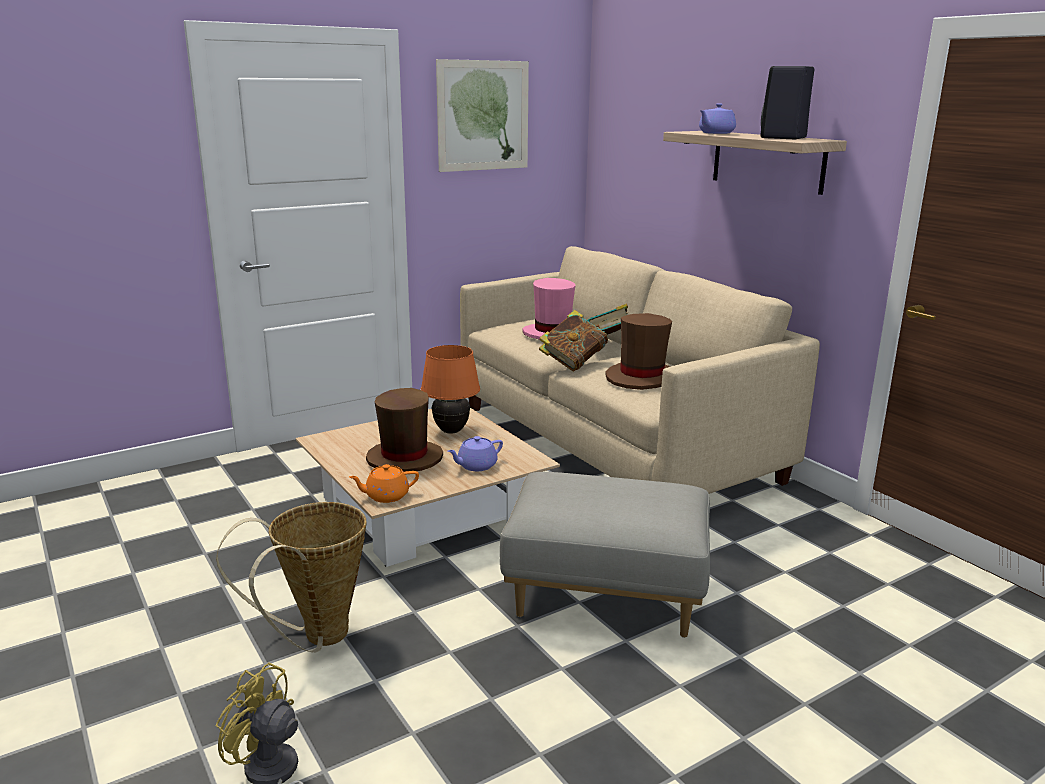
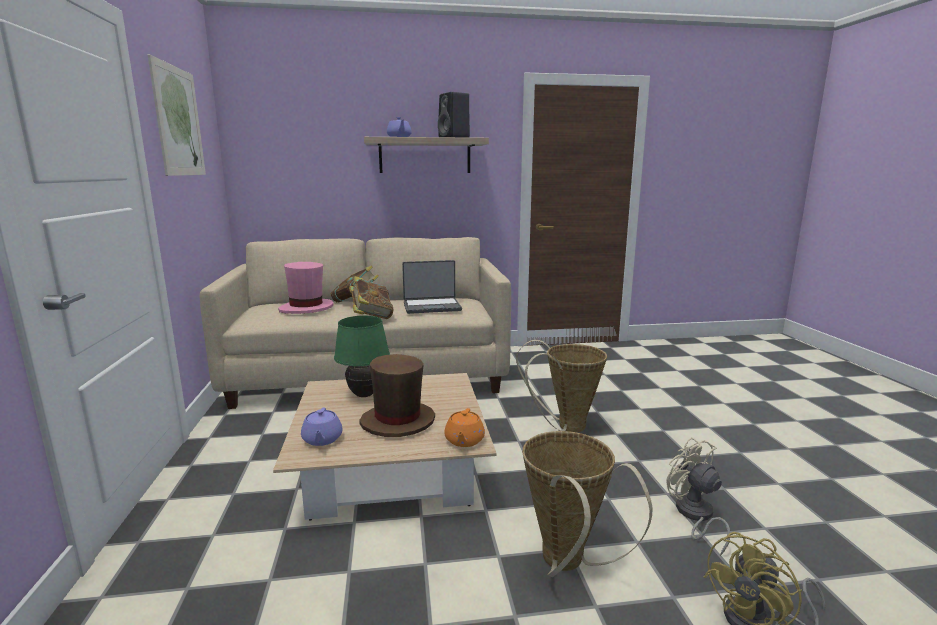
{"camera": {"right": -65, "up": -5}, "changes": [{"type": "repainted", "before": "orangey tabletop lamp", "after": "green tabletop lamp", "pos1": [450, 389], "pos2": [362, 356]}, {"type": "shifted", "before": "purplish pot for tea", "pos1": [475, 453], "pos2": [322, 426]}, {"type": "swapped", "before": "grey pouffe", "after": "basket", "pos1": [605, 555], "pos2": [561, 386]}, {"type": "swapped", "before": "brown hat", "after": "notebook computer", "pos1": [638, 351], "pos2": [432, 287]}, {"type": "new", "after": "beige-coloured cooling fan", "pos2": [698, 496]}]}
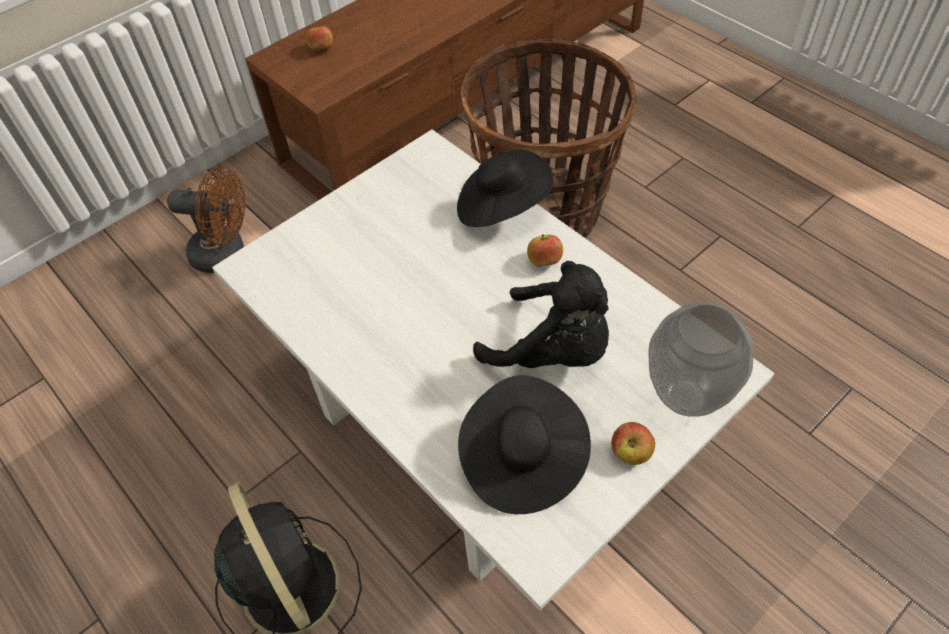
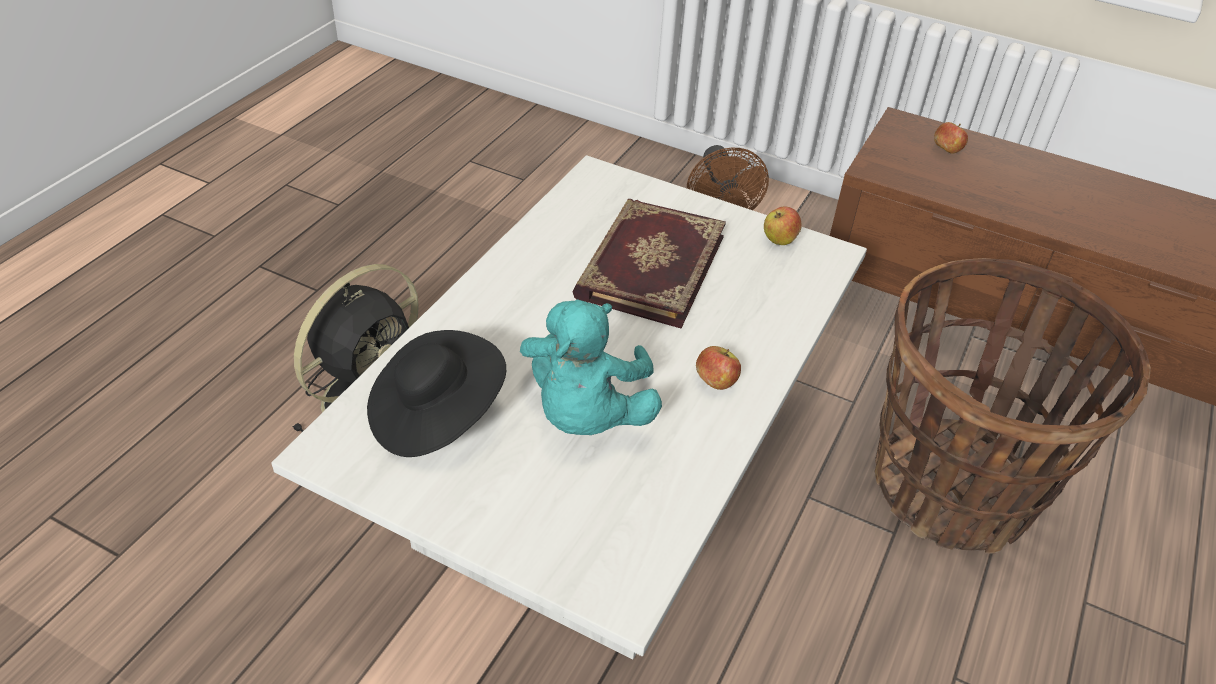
{"camera": {"right": 65, "up": -10}, "changes": [{"type": "gone", "before": "blackish hat", "pos1": [505, 188]}, {"type": "repainted", "before": "blackish soft toy", "after": "turquoise-coloured soft toy", "pos1": [541, 314], "pos2": [591, 367]}, {"type": "shifted", "before": "apple", "pos1": [633, 443], "pos2": [783, 226]}, {"type": "gone", "before": "flower vase", "pos1": [701, 359]}, {"type": "new", "after": "volume", "pos2": [649, 263]}]}
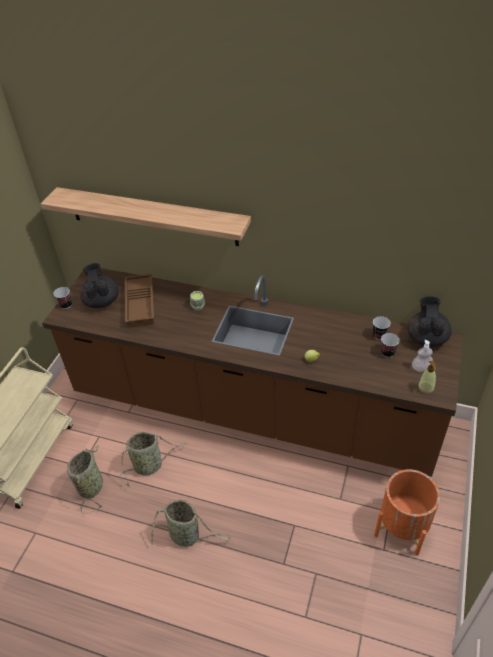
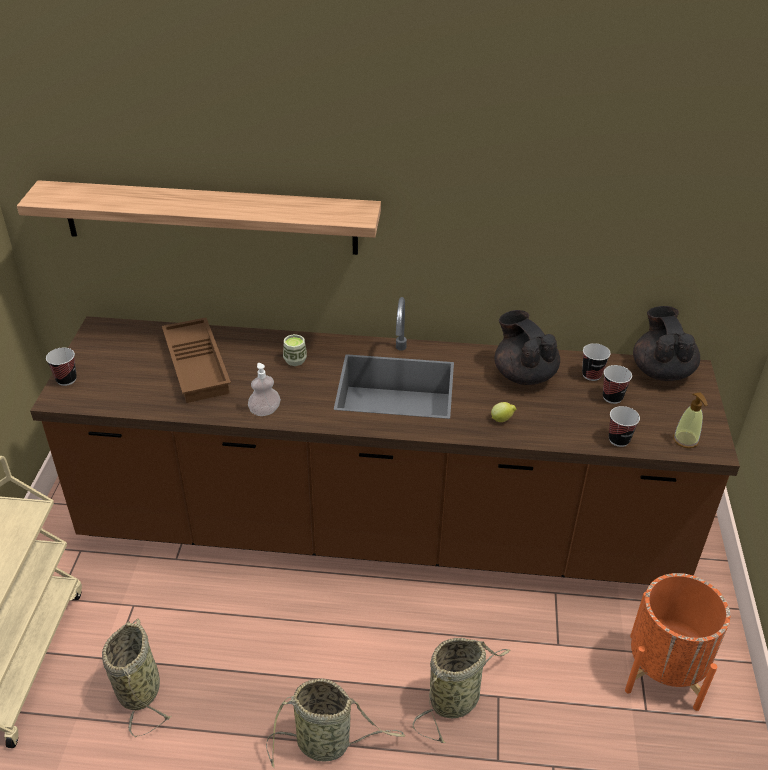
{"camera": {"right": -15, "up": -5}, "changes": [{"type": "shifted", "before": "blackish pot for tea", "pos1": [99, 285], "pos2": [527, 347]}, {"type": "shifted", "before": "basket", "pos1": [153, 459], "pos2": [461, 690]}, {"type": "shifted", "before": "liquid soap bottle", "pos1": [422, 356], "pos2": [264, 389]}, {"type": "new", "after": "small cup", "pos2": [624, 426]}]}
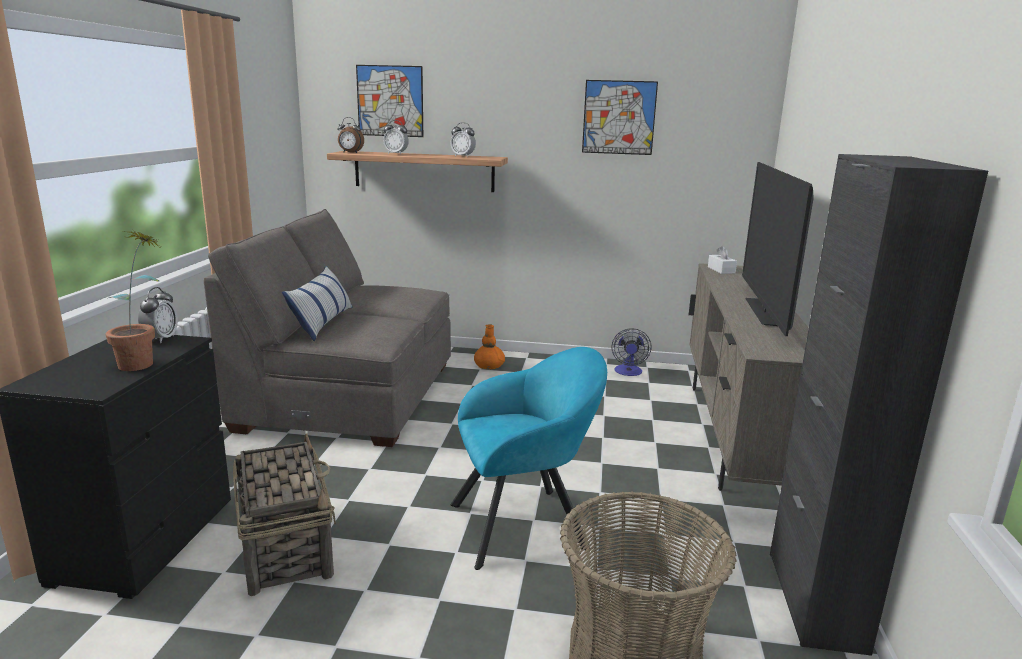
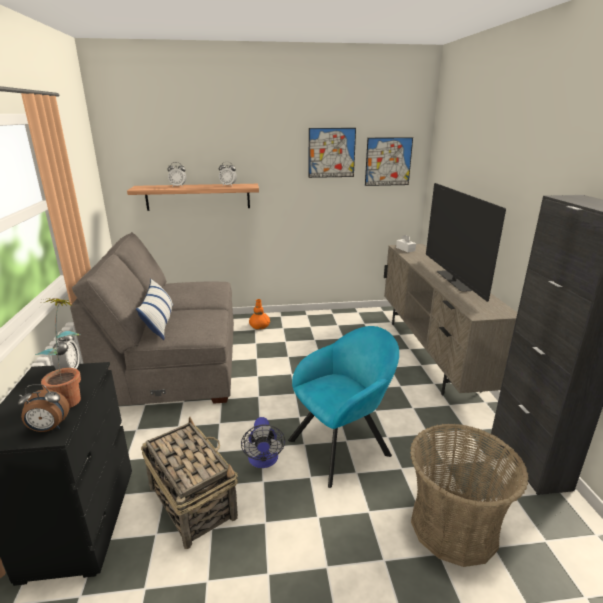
{"camera": {"right": -15, "up": 5}, "changes": [{"type": "shifted", "before": "table clock", "pos1": [350, 135], "pos2": [43, 408]}, {"type": "shifted", "before": "wall picture", "pos1": [389, 101], "pos2": [389, 161]}, {"type": "shifted", "before": "cooling fan", "pos1": [631, 352], "pos2": [263, 442]}]}
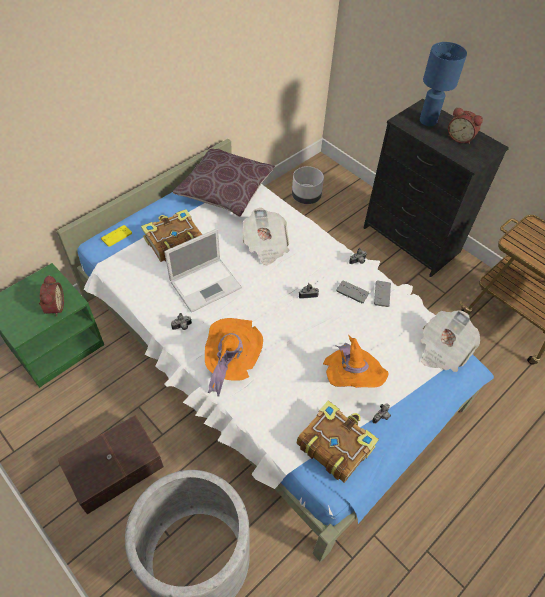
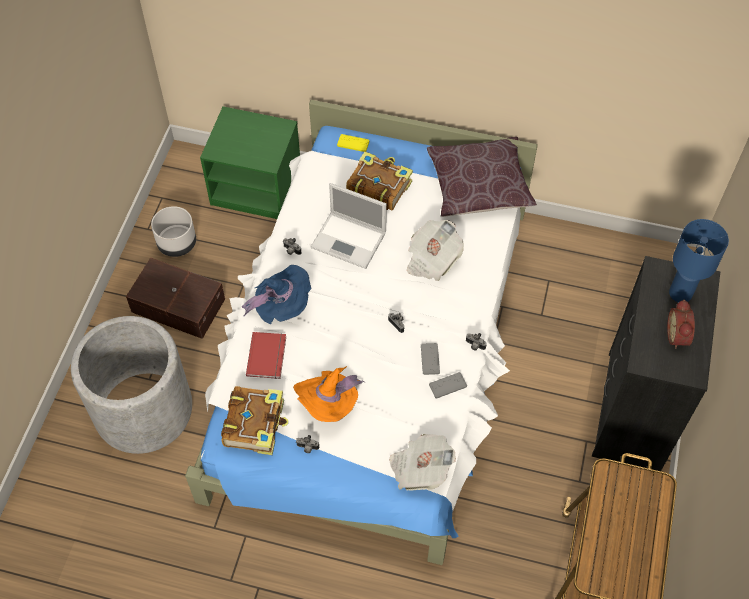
{"camera": {"right": 60, "up": 5}, "changes": [{"type": "gone", "before": "table clock", "pos1": [51, 296]}, {"type": "repainted", "before": "orangey hat", "after": "blue hat", "pos1": [234, 357], "pos2": [276, 294]}, {"type": "shifted", "before": "grey flower pot", "pos1": [308, 185], "pos2": [173, 231]}, {"type": "new", "after": "red volume", "pos2": [266, 355]}]}
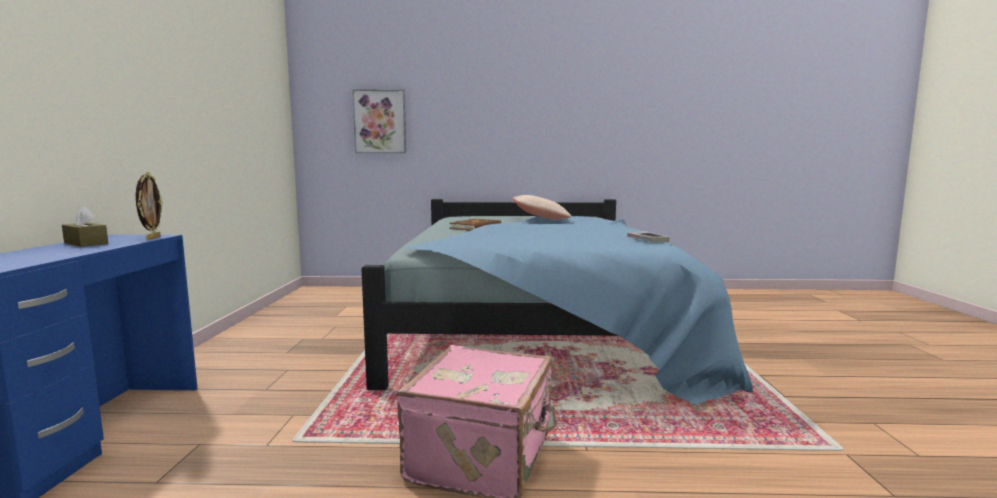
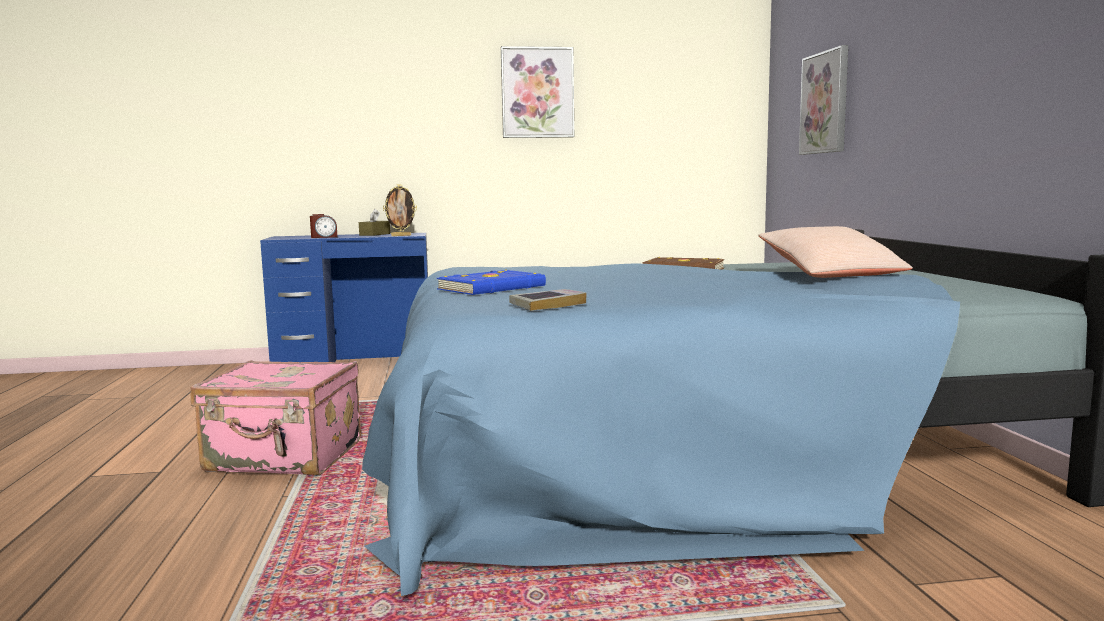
{"camera": {"right": 80, "up": 0}, "changes": [{"type": "new", "after": "table clock", "pos2": [324, 226]}, {"type": "new", "after": "blue volume", "pos2": [491, 282]}, {"type": "new", "after": "wall picture", "pos2": [537, 92]}]}
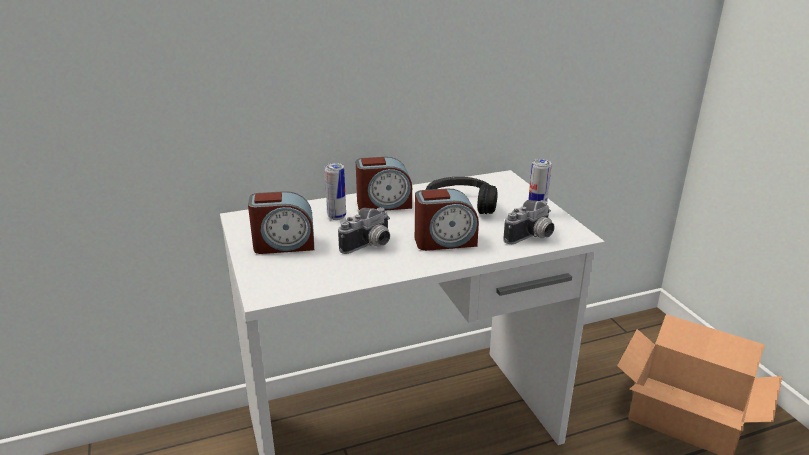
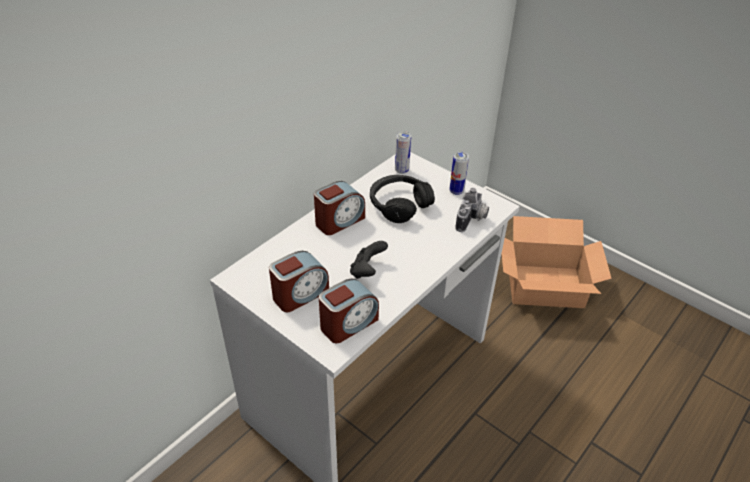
{"camera": {"right": -30, "up": 15}, "changes": [{"type": "shifted", "before": "can", "pos1": [335, 191], "pos2": [403, 152]}, {"type": "swapped", "before": "photo camera", "after": "blackish joypad", "pos1": [364, 230], "pos2": [369, 260]}, {"type": "shifted", "before": "table clock", "pos1": [447, 219], "pos2": [349, 310]}]}
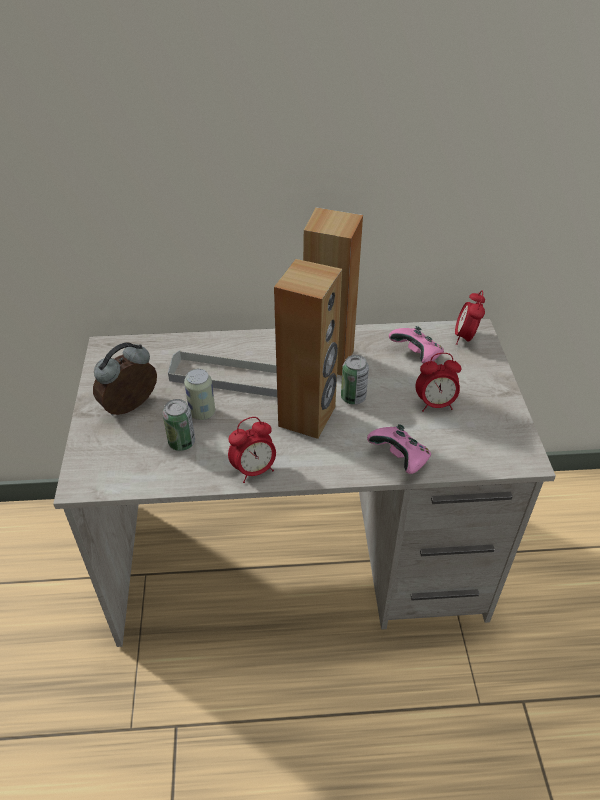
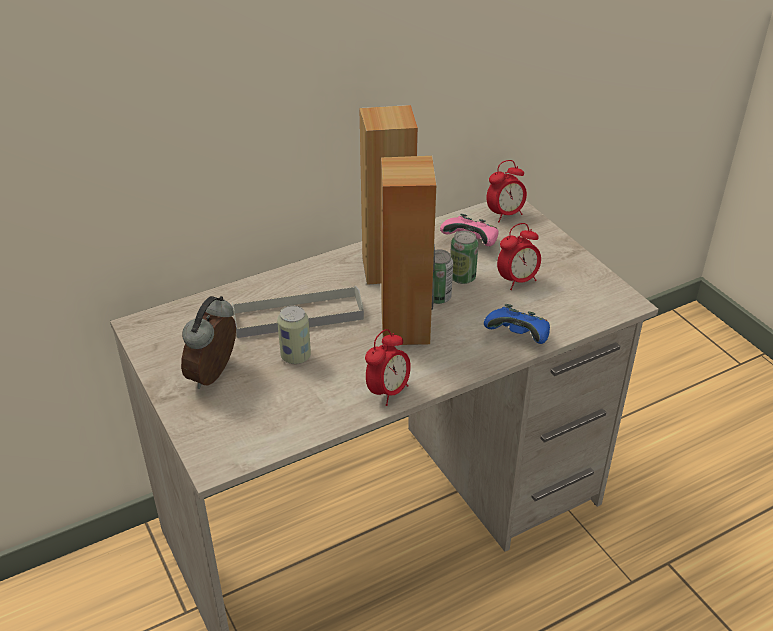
{"camera": {"right": -25, "up": -5}, "changes": [{"type": "shifted", "before": "can", "pos1": [179, 425], "pos2": [465, 257]}, {"type": "repainted", "before": "pink joypad", "after": "blue joypad", "pos1": [399, 449], "pos2": [517, 324]}, {"type": "rotated", "before": "table clock", "pos1": [470, 317], "pos2": [506, 191], "turn": -105}]}
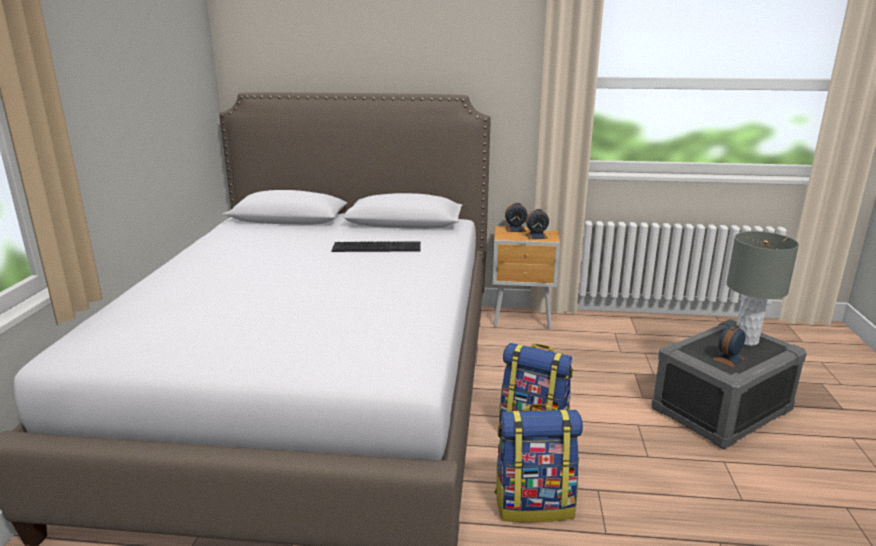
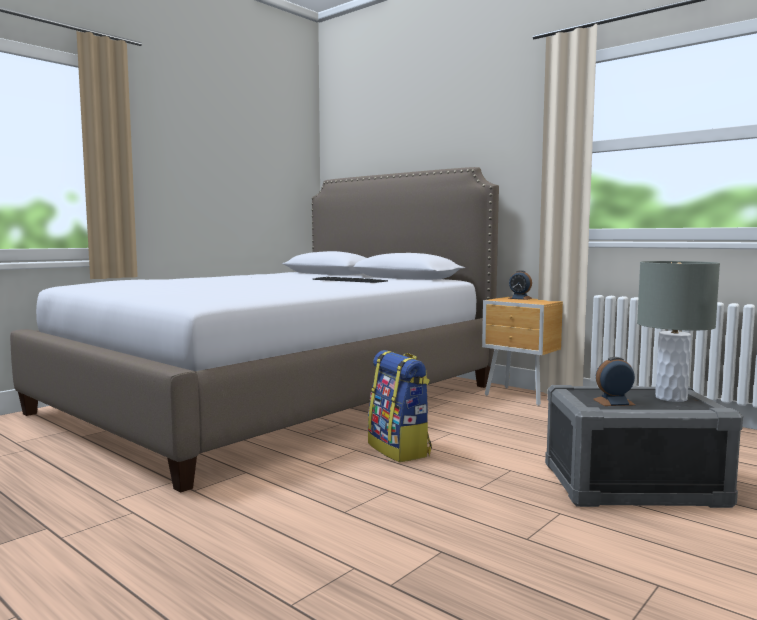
{"camera": {"right": 35, "up": -15}, "changes": [{"type": "gone", "before": "knapsack", "pos1": [538, 463]}, {"type": "gone", "before": "table clock", "pos1": [537, 224]}]}
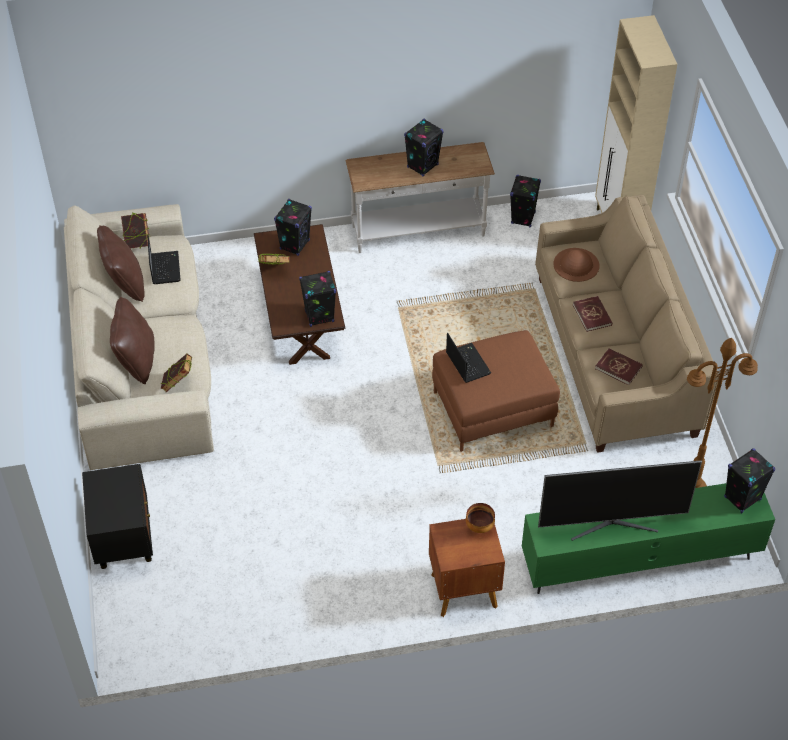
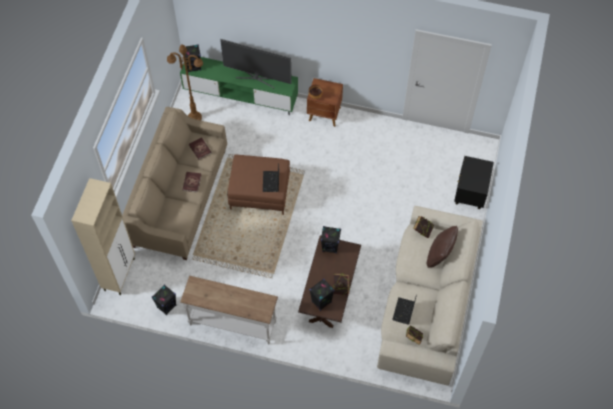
{"camera": {"right": -155, "up": 10}, "changes": [{"type": "gone", "before": "brown cushion", "pos1": [121, 263]}, {"type": "gone", "before": "blackish audio speaker", "pos1": [424, 147]}, {"type": "gone", "before": "brown hat", "pos1": [576, 265]}]}
